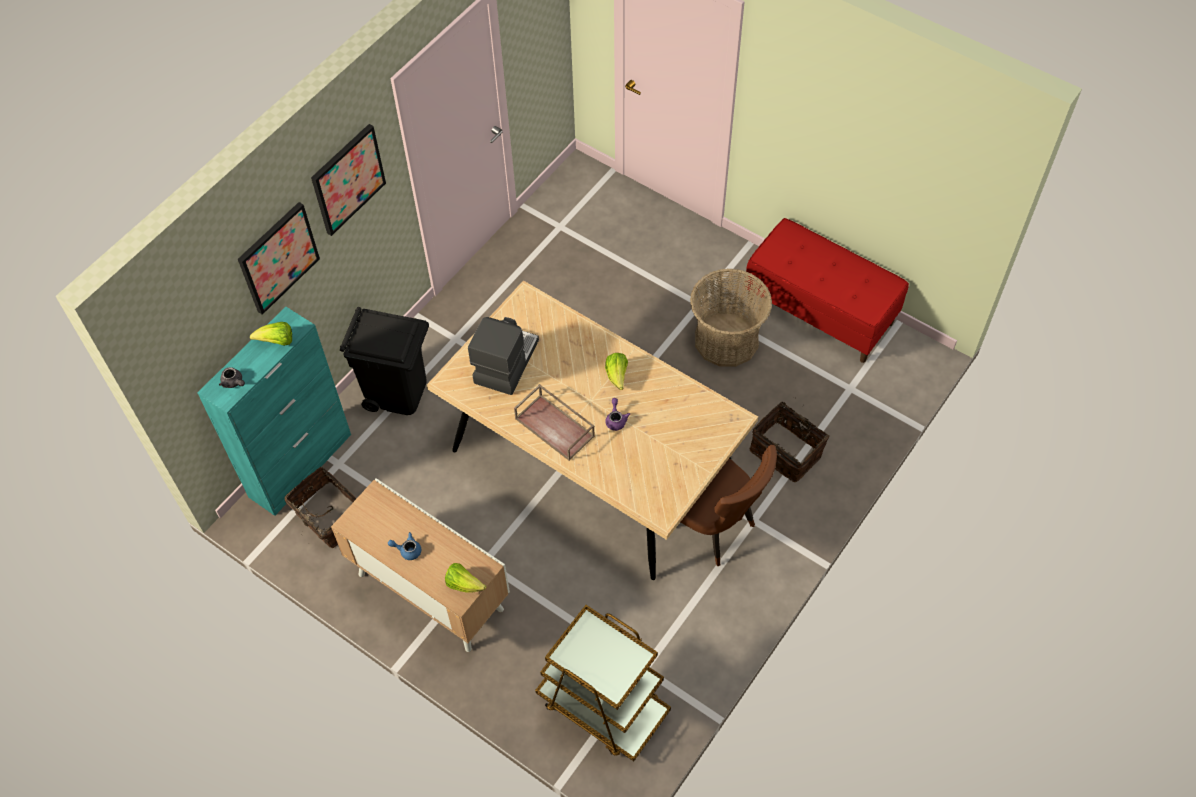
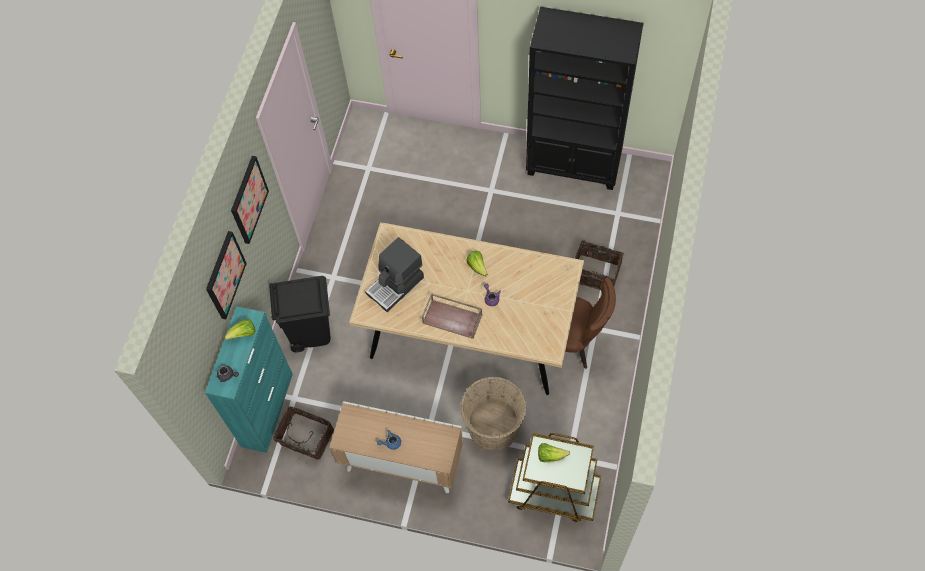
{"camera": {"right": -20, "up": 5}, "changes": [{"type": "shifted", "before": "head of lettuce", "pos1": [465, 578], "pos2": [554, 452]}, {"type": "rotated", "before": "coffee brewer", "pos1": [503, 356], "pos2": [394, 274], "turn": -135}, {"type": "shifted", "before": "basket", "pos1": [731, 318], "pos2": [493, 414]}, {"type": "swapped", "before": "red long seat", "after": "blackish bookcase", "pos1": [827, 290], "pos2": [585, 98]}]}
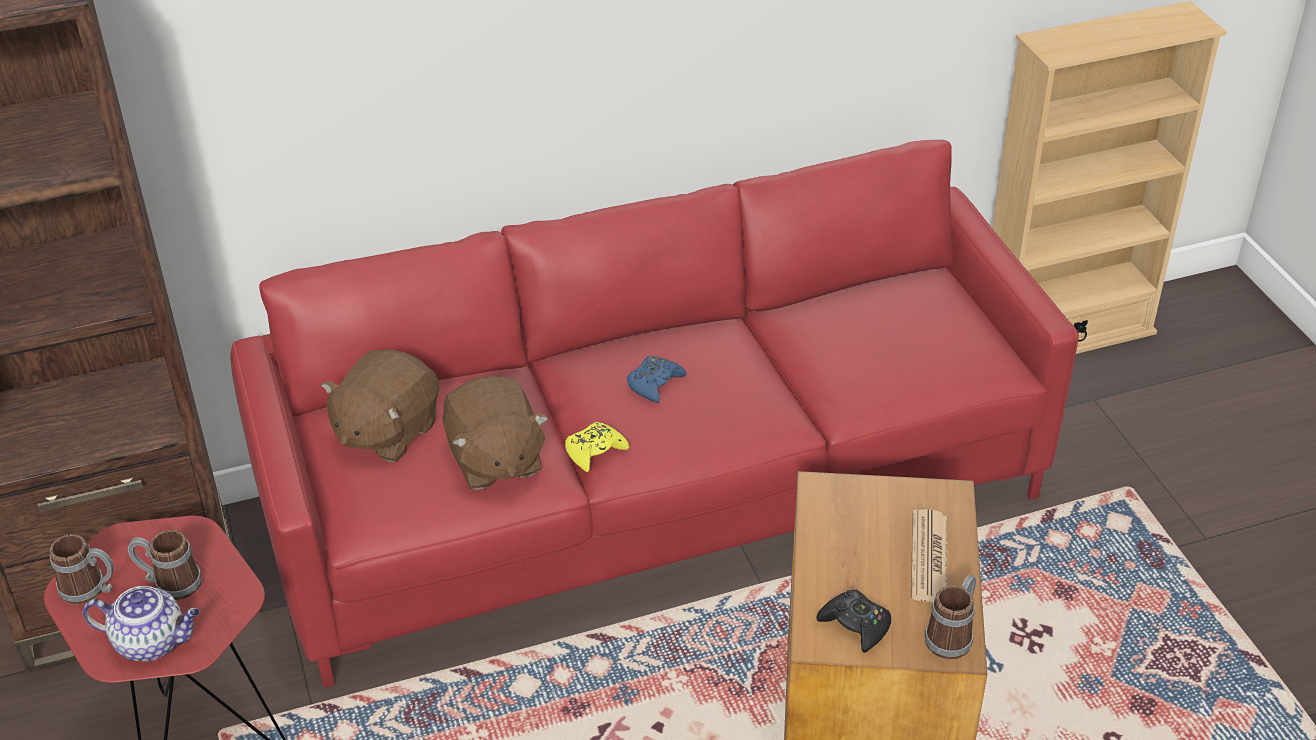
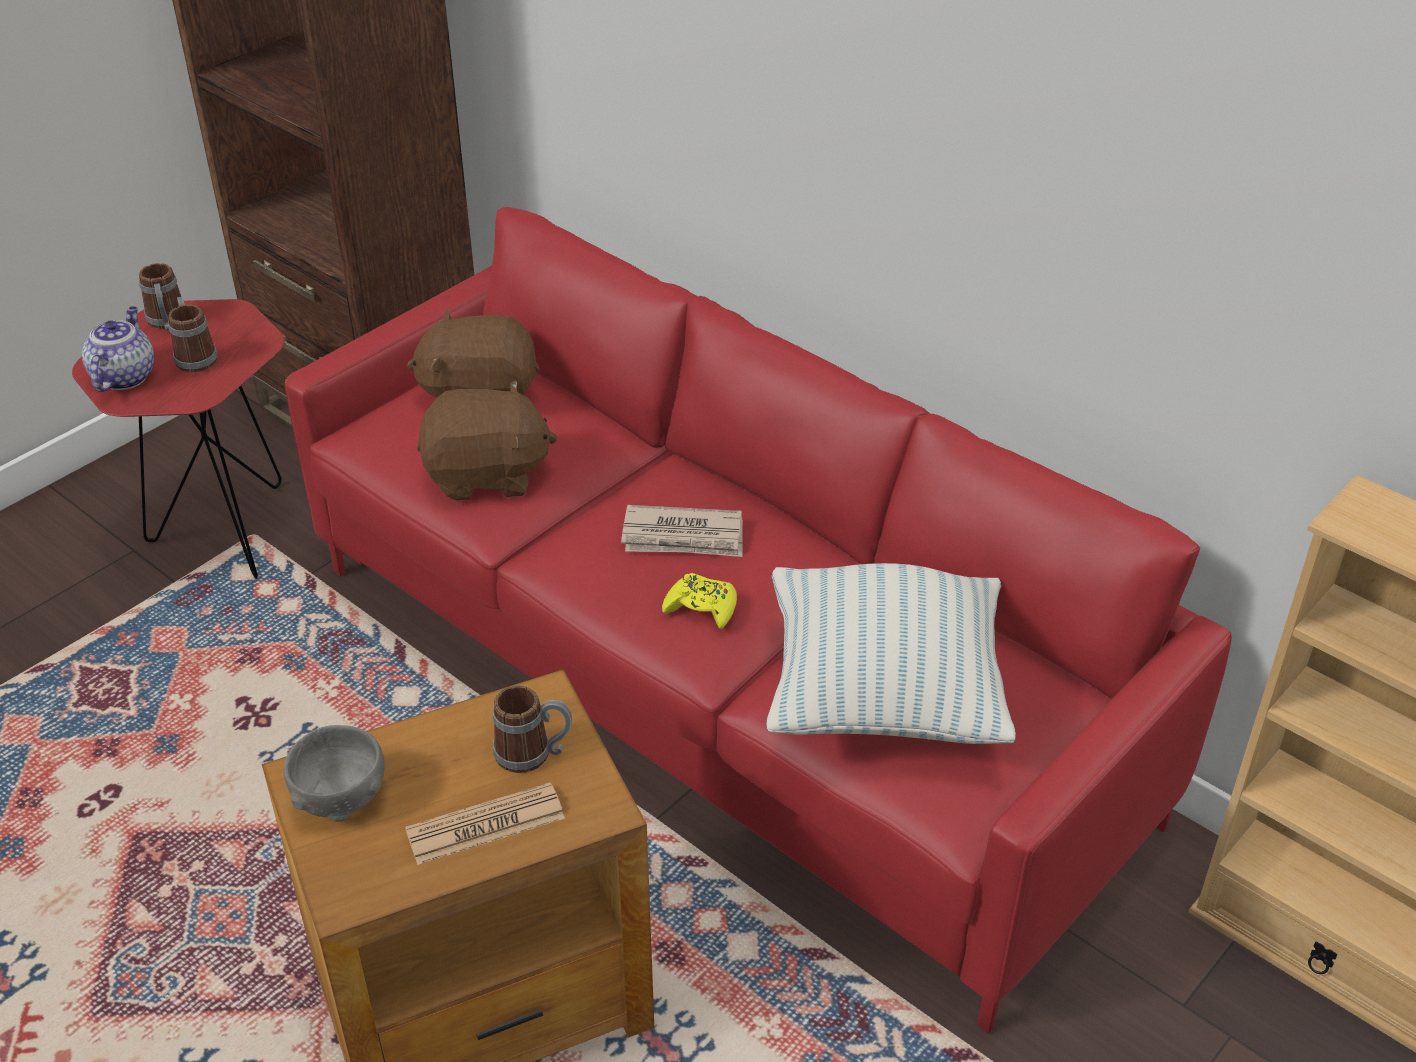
{"camera": {"right": 60, "up": 0}, "changes": [{"type": "rotated", "before": "pot for tea", "pos1": [141, 623], "pos2": [118, 349], "turn": -150}, {"type": "rotated", "before": "brown soft toy", "pos1": [495, 433], "pos2": [487, 440], "turn": -135}, {"type": "shifted", "before": "yellow-coloured joypad", "pos1": [597, 447], "pos2": [699, 601]}, {"type": "swapped", "before": "blue joypad", "after": "newspaper", "pos1": [656, 379], "pos2": [682, 531]}, {"type": "swapped", "before": "blackish joypad", "after": "grey deep dish", "pos1": [853, 621], "pos2": [334, 773]}, {"type": "shifted", "before": "coffee mug", "pos1": [950, 616], "pos2": [532, 729]}, {"type": "new", "after": "cushion", "pos2": [891, 653]}]}
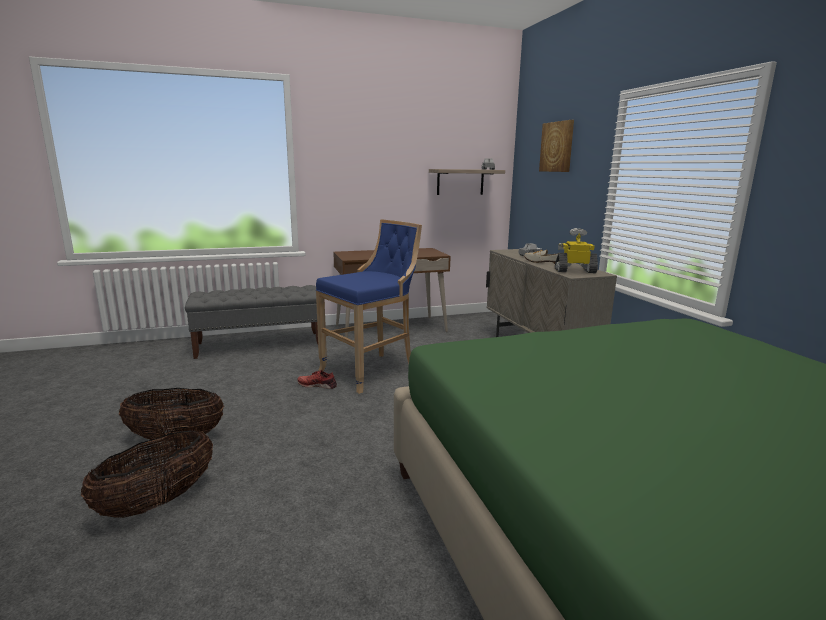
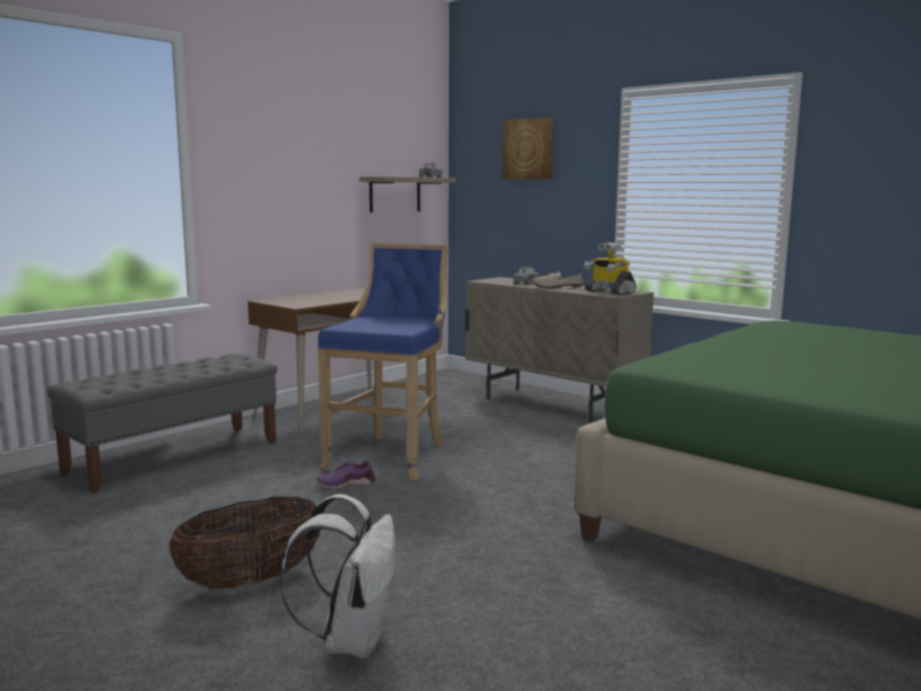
{"camera": {"right": -30, "up": -5}, "changes": [{"type": "swapped", "before": "basket", "after": "white knapsack", "pos1": [147, 474], "pos2": [337, 576]}, {"type": "repainted", "before": "red low shoe", "after": "purplish low shoe", "pos1": [317, 379], "pos2": [346, 474]}, {"type": "rotated", "before": "model robot", "pos1": [576, 250], "pos2": [610, 268], "turn": -105}]}
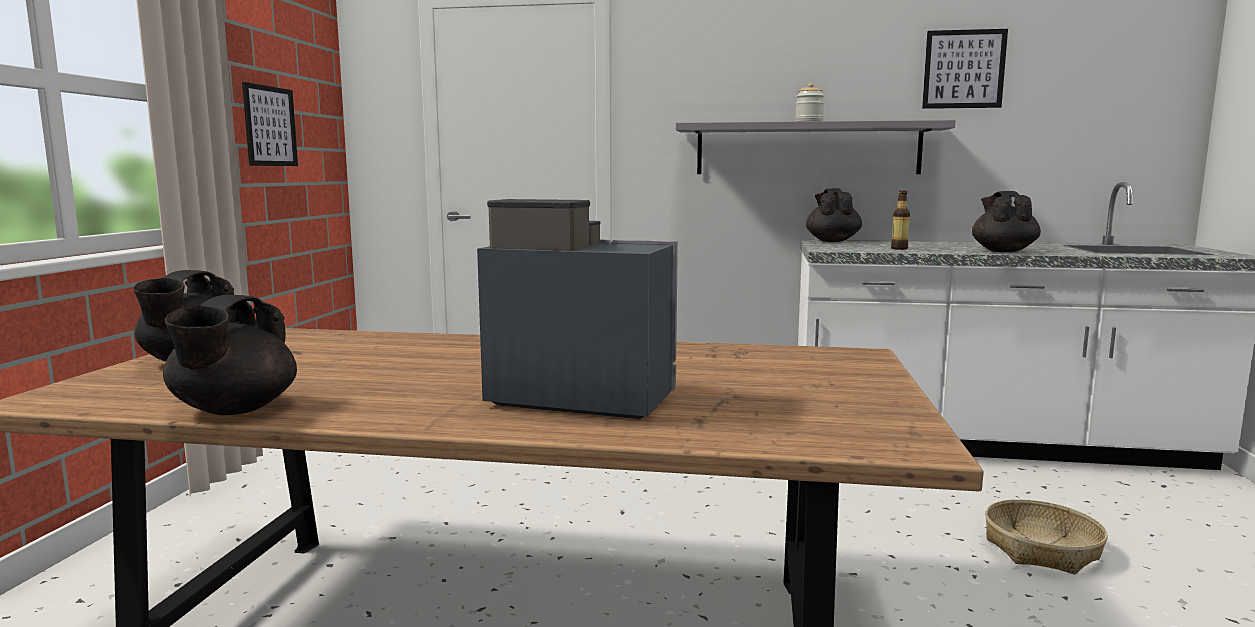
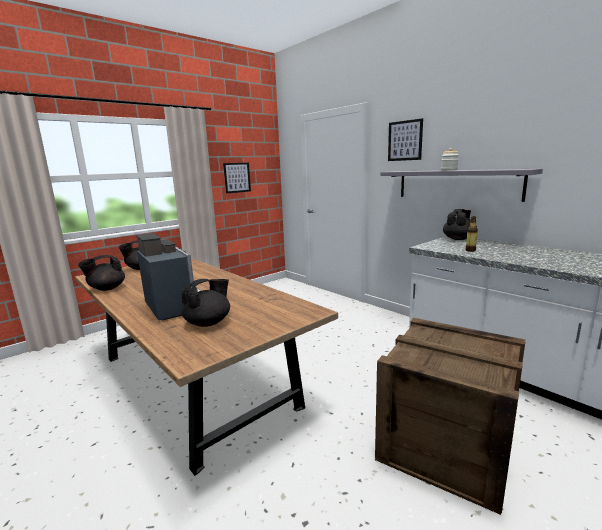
{"camera": {"right": 40, "up": 5}, "changes": [{"type": "shifted", "before": "wall picture", "pos1": [965, 69], "pos2": [405, 139]}, {"type": "shifted", "before": "blackish pot for tea", "pos1": [1006, 221], "pos2": [206, 303]}, {"type": "swapped", "before": "basket", "after": "shipping crate", "pos1": [1046, 536], "pos2": [450, 416]}]}
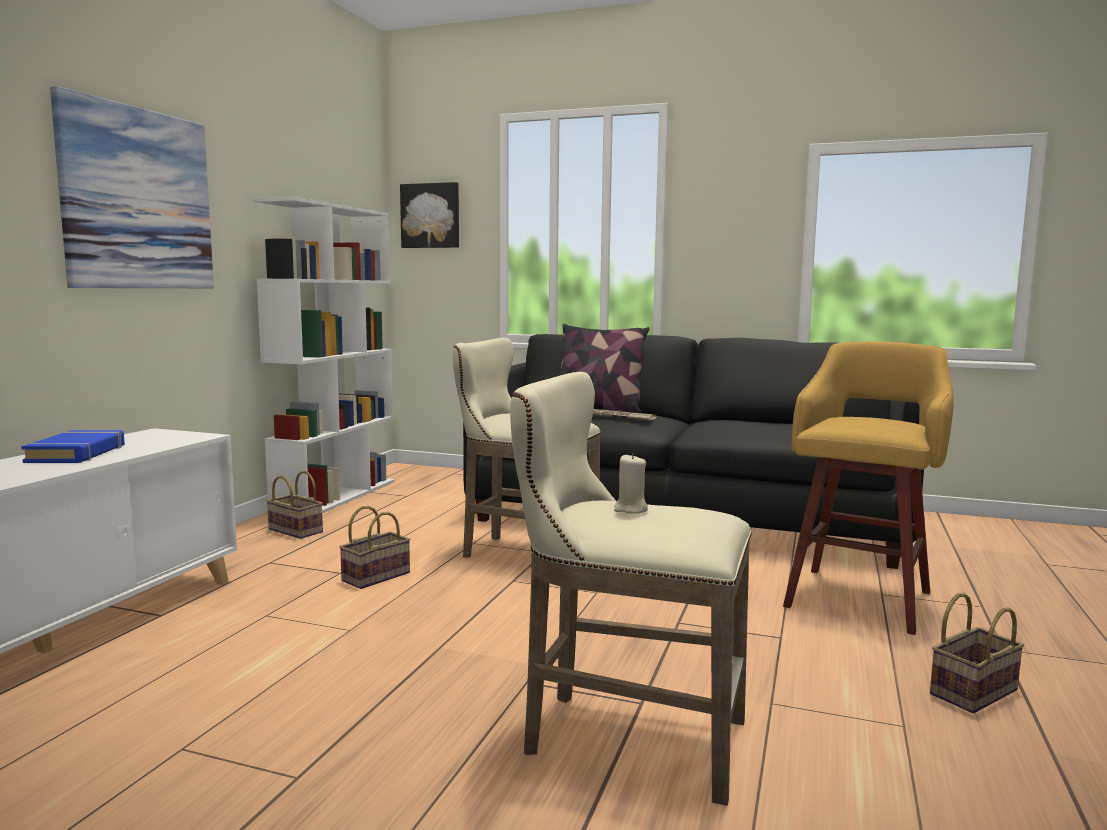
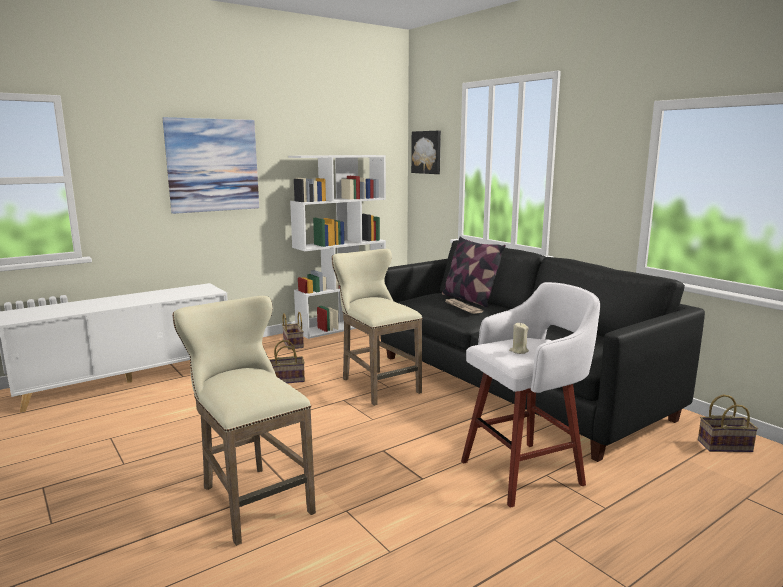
{"camera": {"right": 35, "up": 5}, "changes": [{"type": "gone", "before": "blue volume", "pos1": [73, 446]}, {"type": "shifted", "before": "beige-coloured candle", "pos1": [631, 483], "pos2": [519, 338]}, {"type": "repainted", "before": "yellow-coloured stool", "after": "white stool", "pos1": [868, 488], "pos2": [530, 395]}, {"type": "shifted", "before": "basket", "pos1": [977, 653], "pos2": [728, 423]}]}
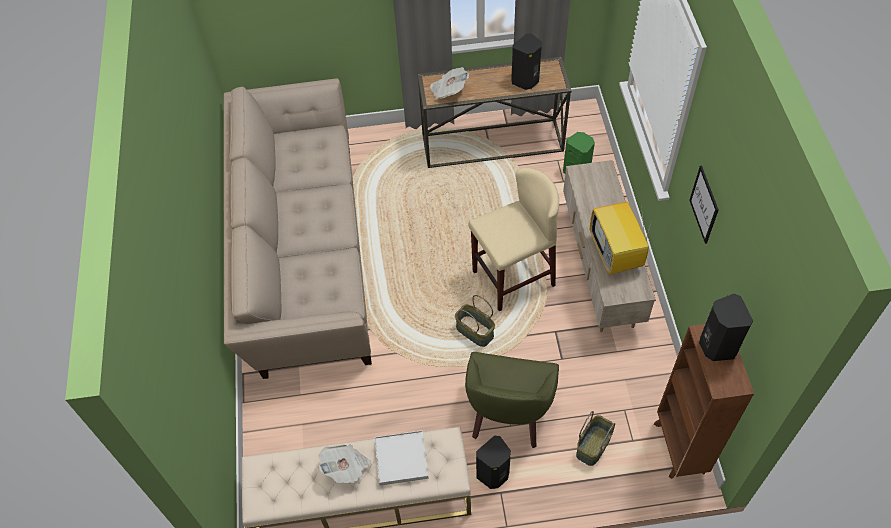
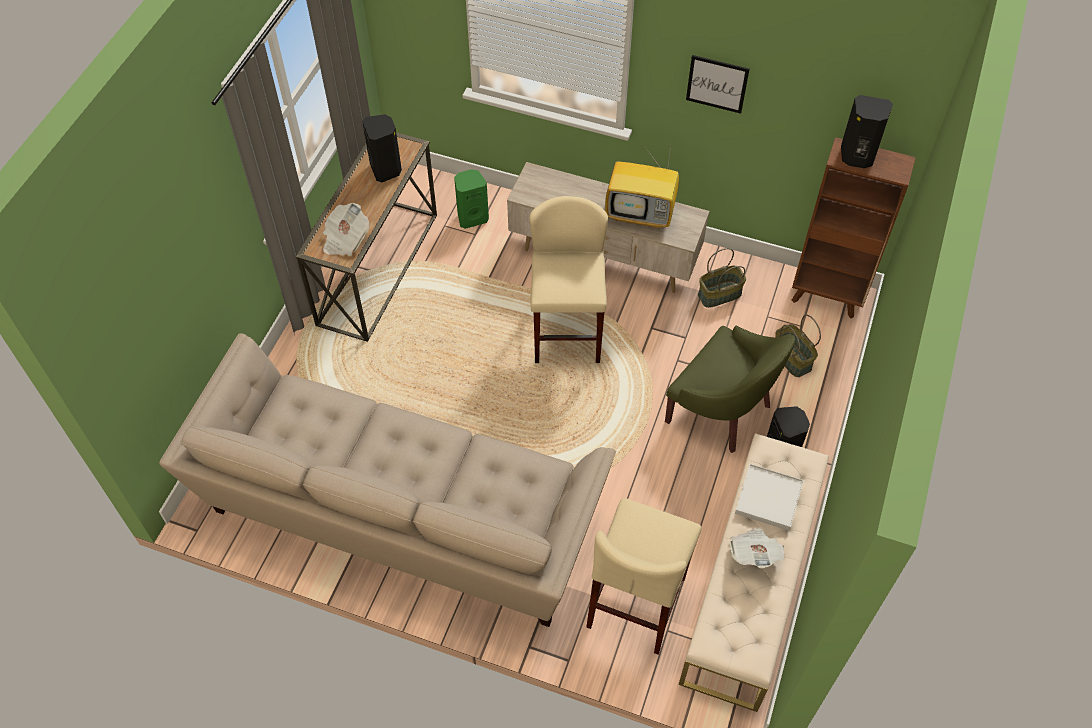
{"camera": {"right": -65, "up": 0}, "changes": [{"type": "shifted", "before": "basket", "pos1": [475, 321], "pos2": [722, 278]}, {"type": "new", "after": "beige-coloured stool", "pos2": [644, 576]}]}
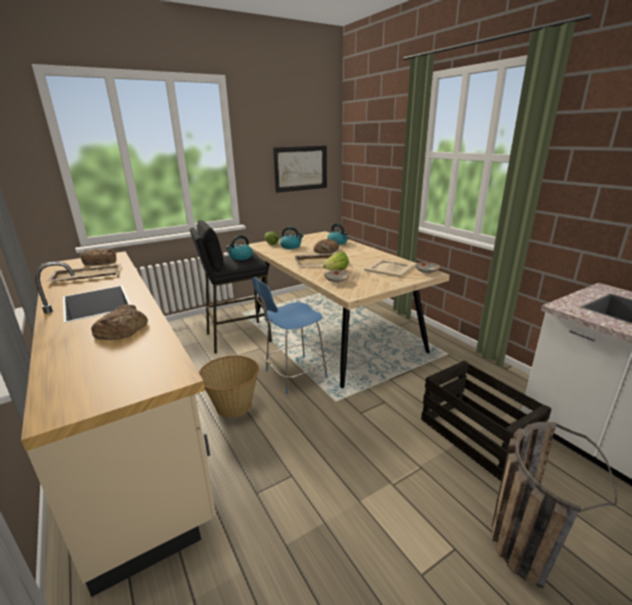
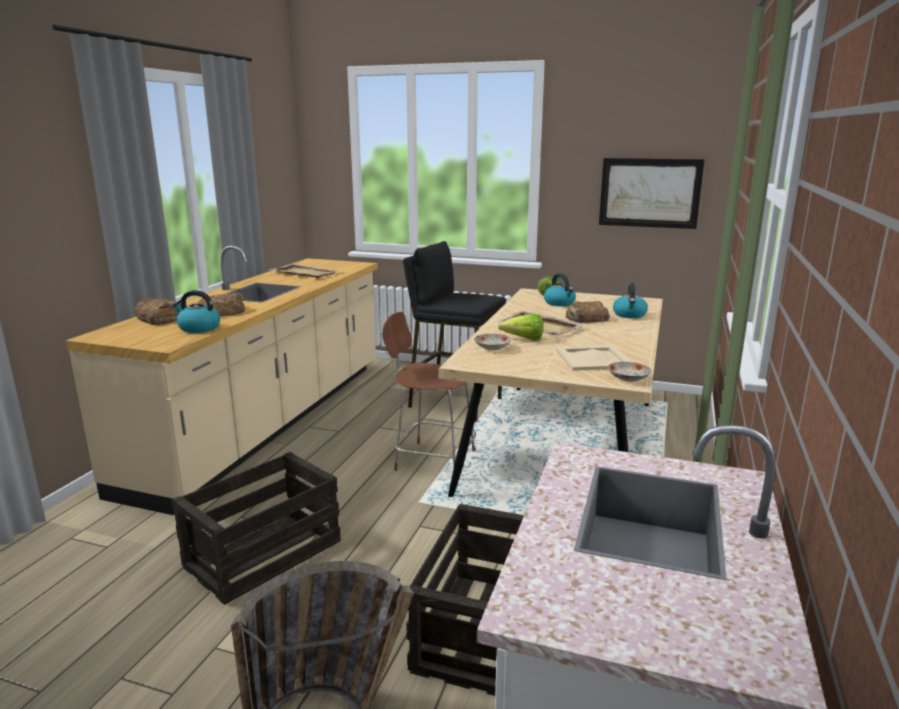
{"camera": {"right": 50, "up": -5}, "changes": [{"type": "shifted", "before": "bakery bread", "pos1": [98, 256], "pos2": [156, 311]}, {"type": "gone", "before": "basket", "pos1": [229, 387]}, {"type": "shifted", "before": "water kettle", "pos1": [239, 247], "pos2": [196, 311]}, {"type": "repainted", "before": "blue stool", "after": "brown stool", "pos1": [290, 335], "pos2": [429, 391]}, {"type": "new", "after": "shipping crate", "pos2": [256, 528]}]}
